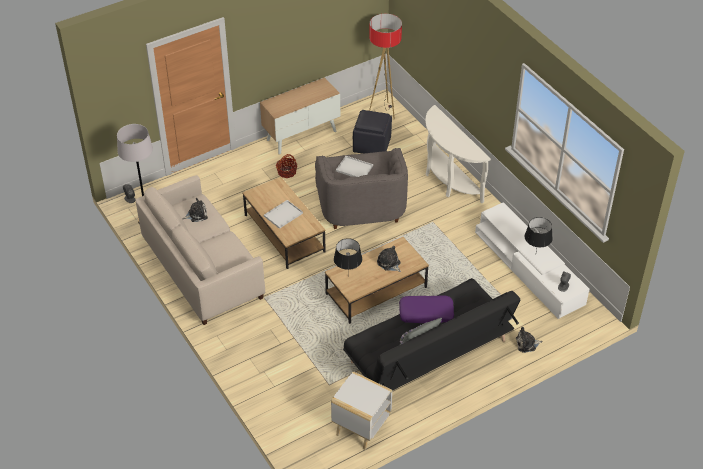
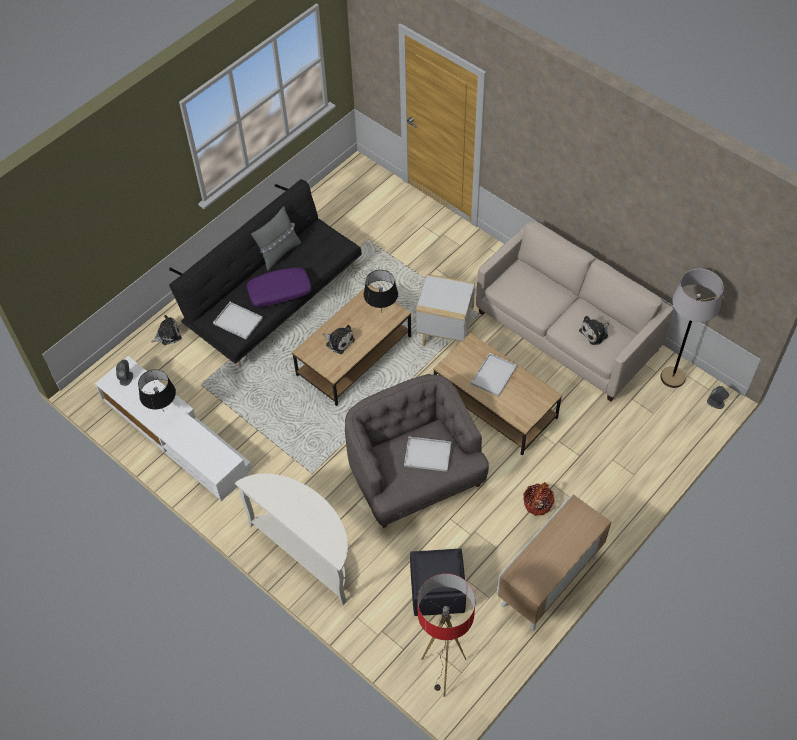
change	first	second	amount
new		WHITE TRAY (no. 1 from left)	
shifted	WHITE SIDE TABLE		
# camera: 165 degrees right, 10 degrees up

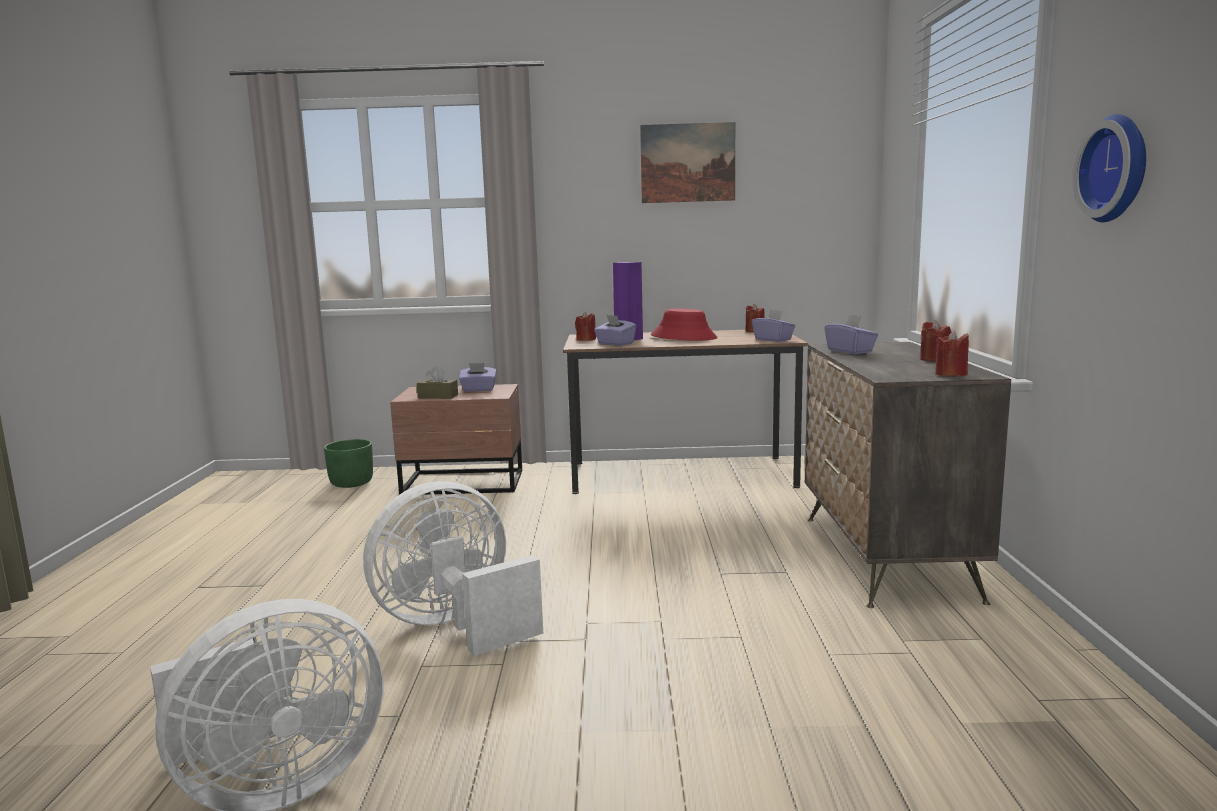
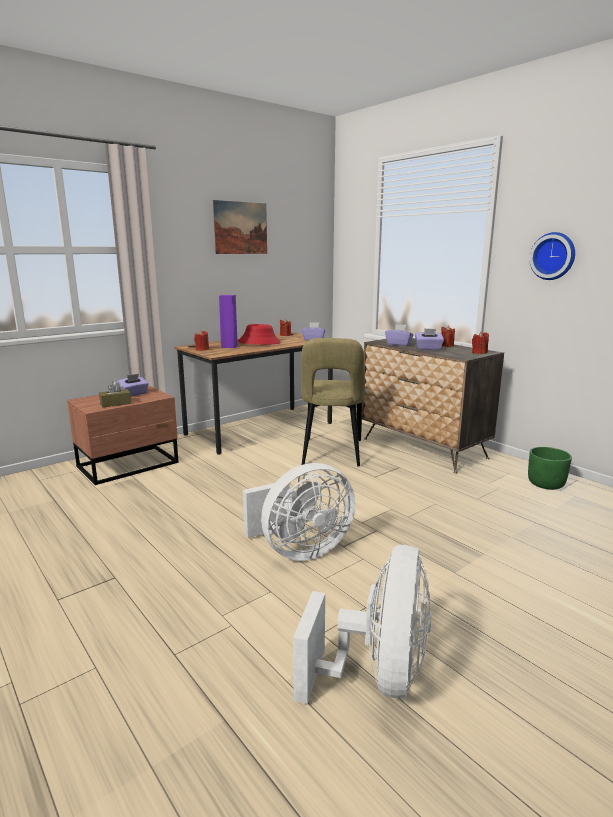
change	first	second	amount
new		BEIGE CHAIR	
shifted	GREEN PLANTER		
shifted	PURPLE TISSUE BOX (no. 2 from left in the first image)	PURPLE TISSUE BOX (no. 4 from left)	
rotated	WHITE FAN (no. 2 from left in the first image)	WHITE FAN (no. 1 from left)	135 degrees counterclockwise
# camera: 40 degrees left, 5 degrees up

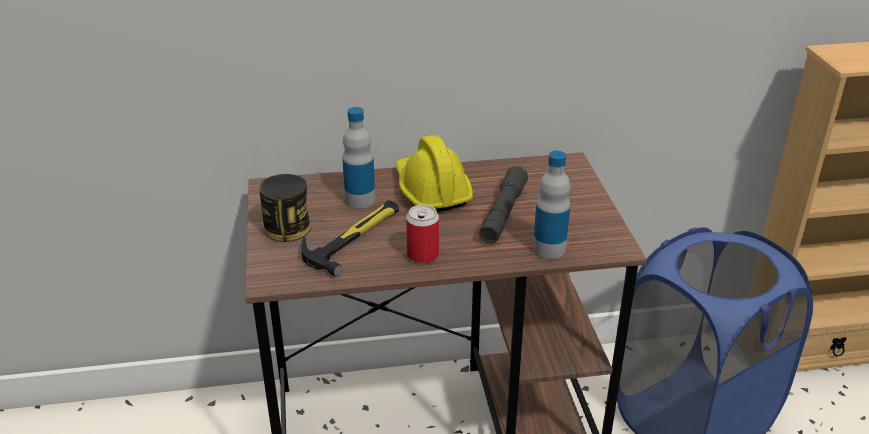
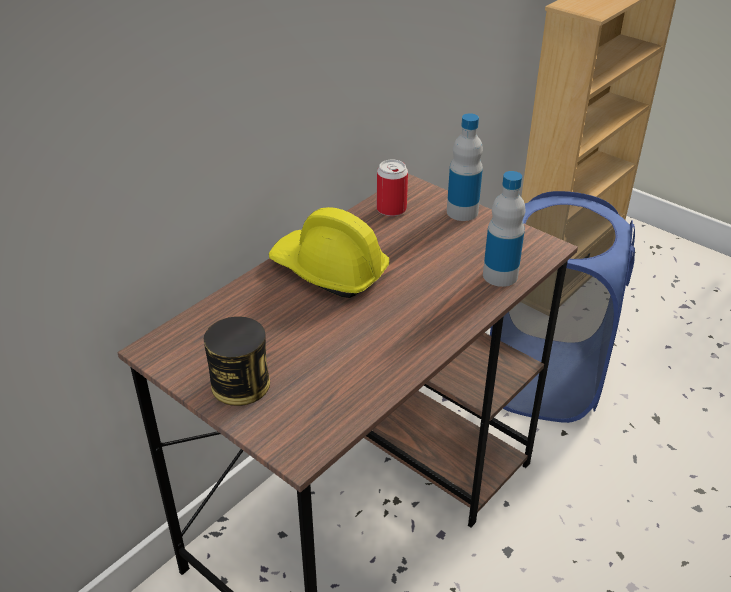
change	first	second	amount
gone	HAMMER		
gone	GREY FLASHLIGHT		
shifted	BOTTLE (no. 1 from left)		
shifted	CAN (no. 2 from left)		
# camera: 40 degrees left, 5 degrees up

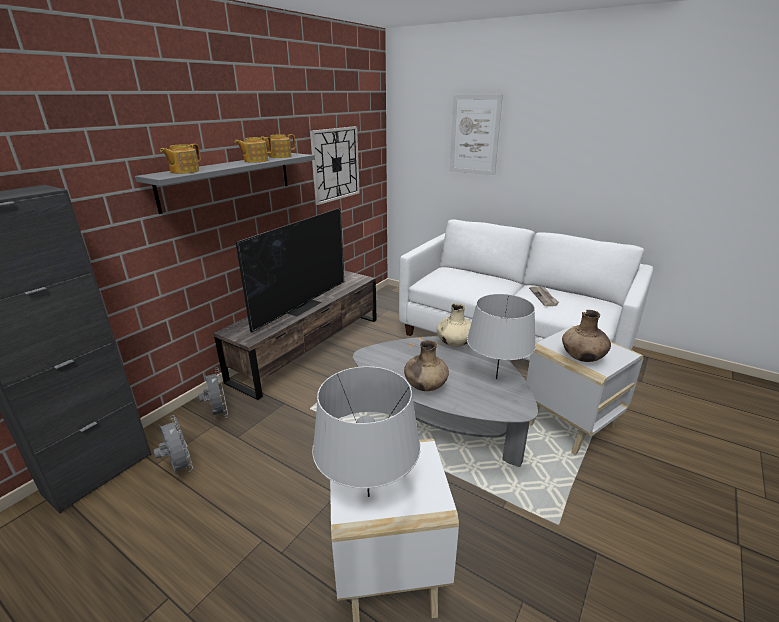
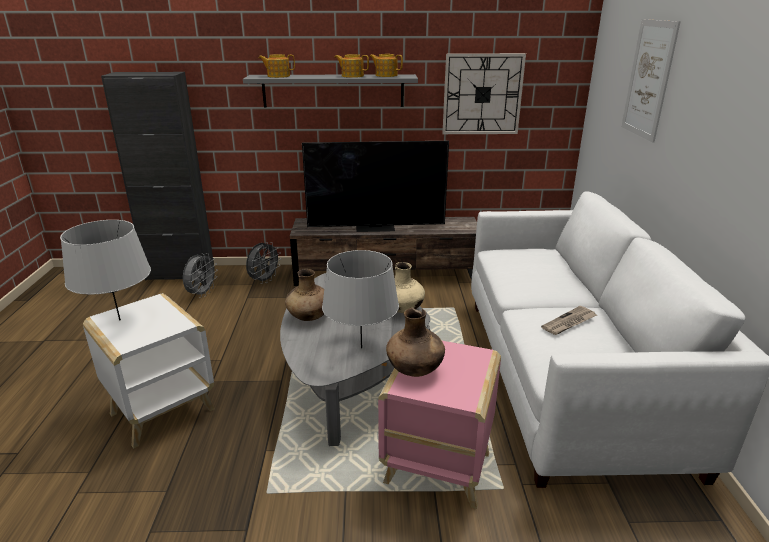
change	first	second	amount
repainted	WHITE SIDE TABLE (no. 2 from left)	PINK SIDE TABLE	
# camera: 55 degrees right, 0 degrees up

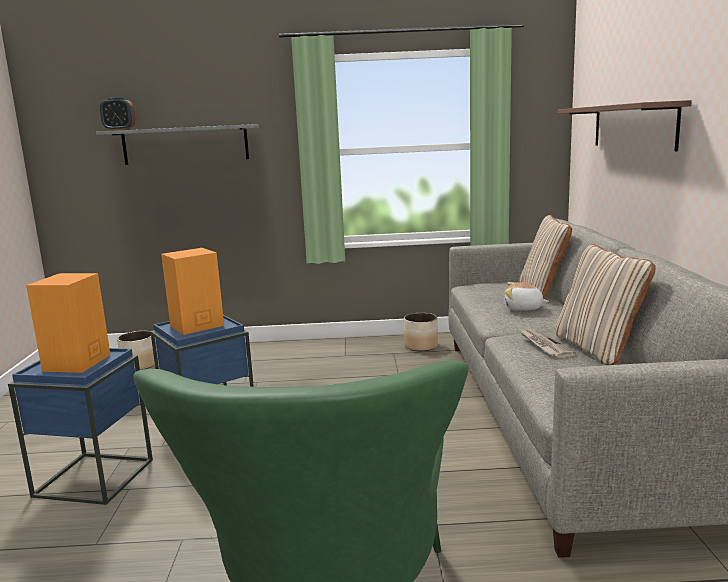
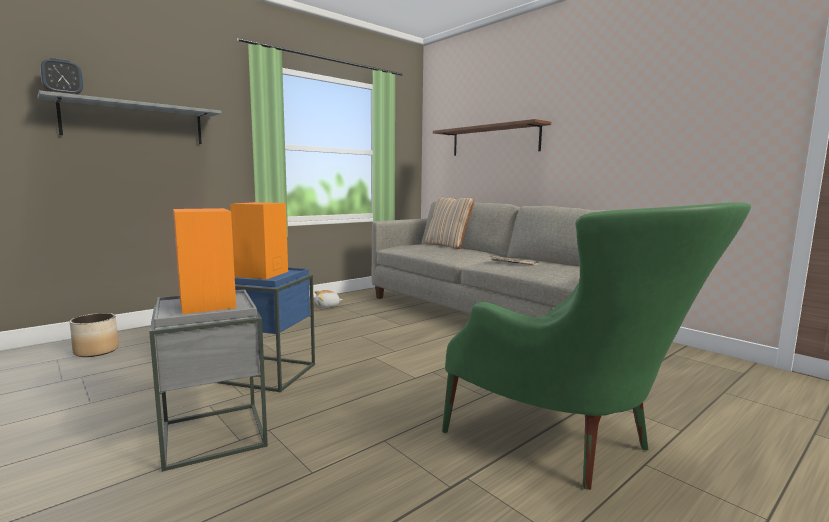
change	first	second	amount
gone	PLANTER (no. 2 from left)		
gone	BEIGE PILLOW (no. 2 from left)		
shifted	PLUSH TOY		
repainted	BLUE SIDE TABLE (no. 1 from left)	GREY SIDE TABLE	
# camera: 40 degrees left, 5 degrees down

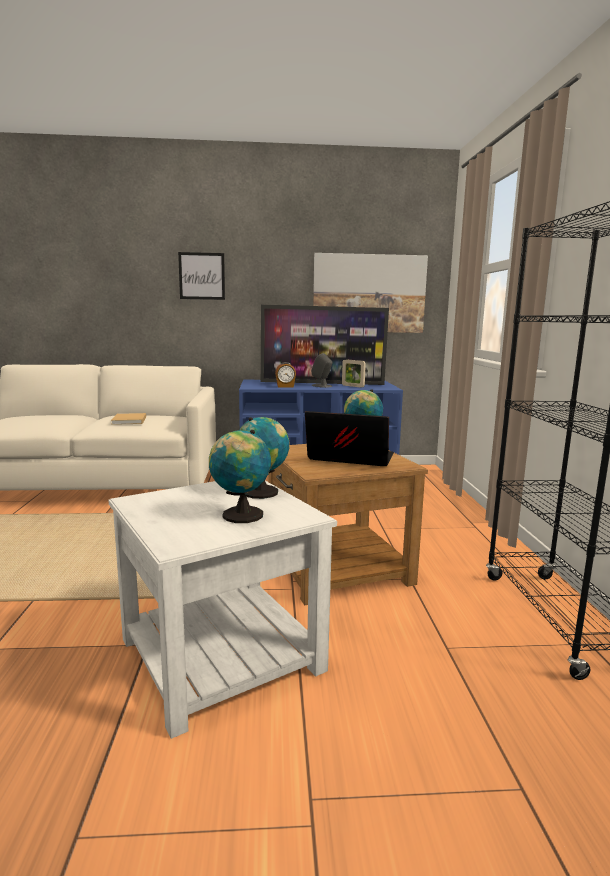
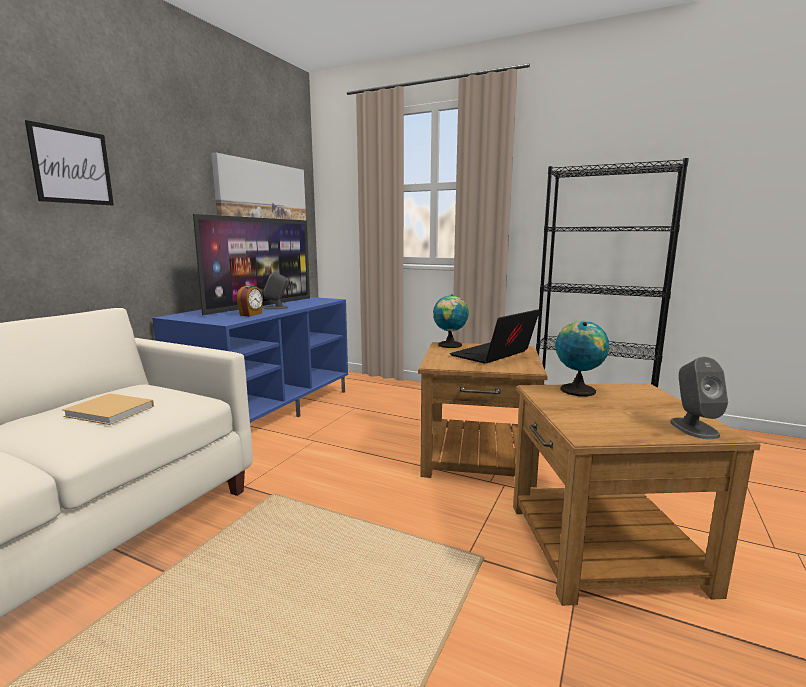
change	first	second	amount
gone	GLOBE (no. 1 from left)		
gone	PICTURE FRAME		
new		GREY SPEAKER (no. 2 from left)	
repainted	WHITE SIDE TABLE	BROWN SIDE TABLE (no. 2 from left)	
# camera: 60 degrees left, 0 degrees up

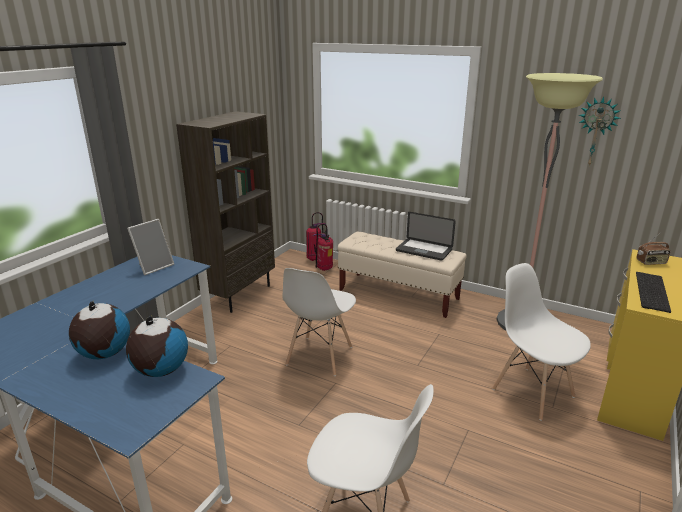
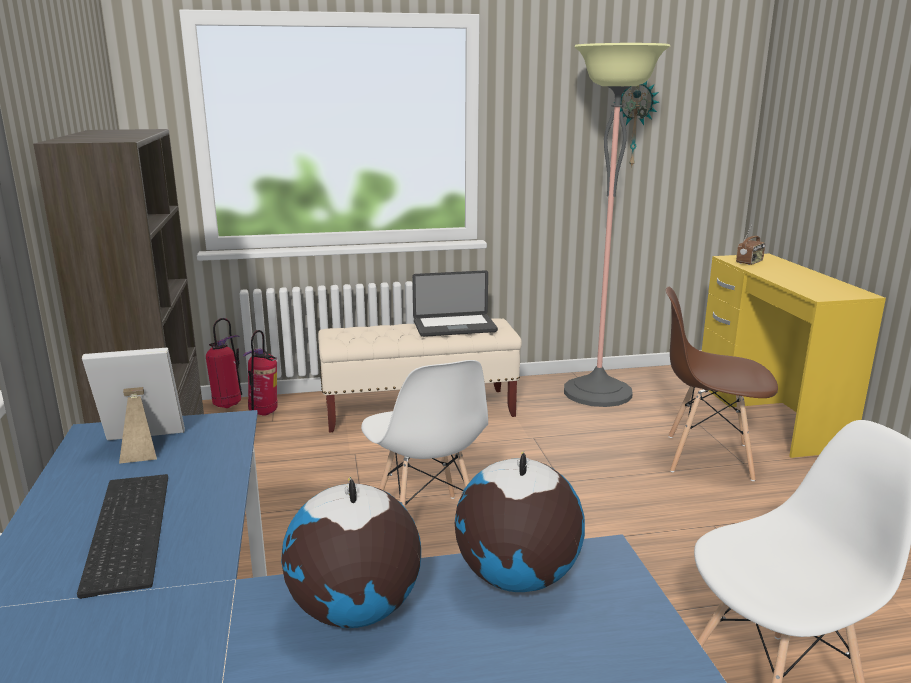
change	first	second	amount
shifted	KEYBOARD		
repainted	WHITE CHAIR (no. 3 from left)	BROWN CHAIR	
rotated	PICTURE FRAME		105 degrees counterclockwise
# camera: 40 degrees left, 5 degrees down

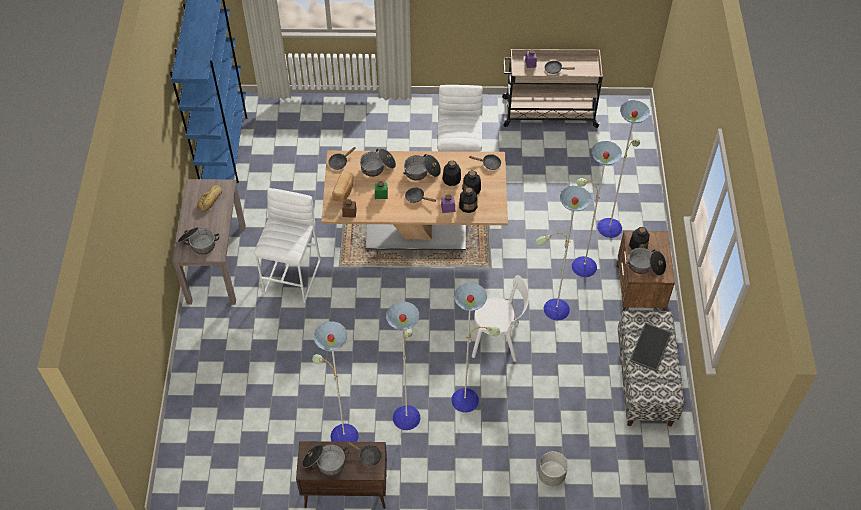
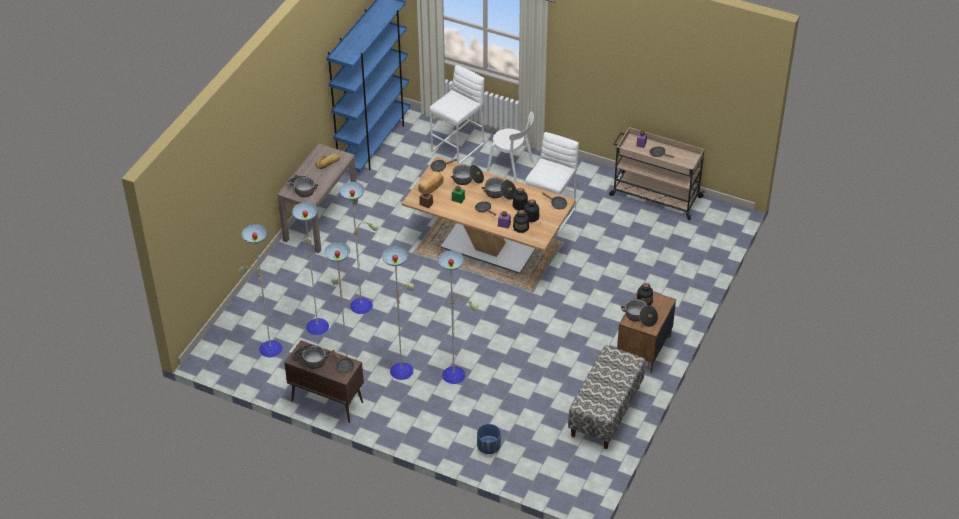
change	first	second	amount
gone	TRAY		
shifted	WHITE STOOL (no. 1 from left)		
shifted	WHITE CHAIR		
shifted	FLOOR LAMP (no. 2 from left in the first image)	FLOOR LAMP (no. 1 from left)	
repainted	GREY PLANTER	BLUE PLANTER	
# camera: 25 degrees right, 10 degrees down

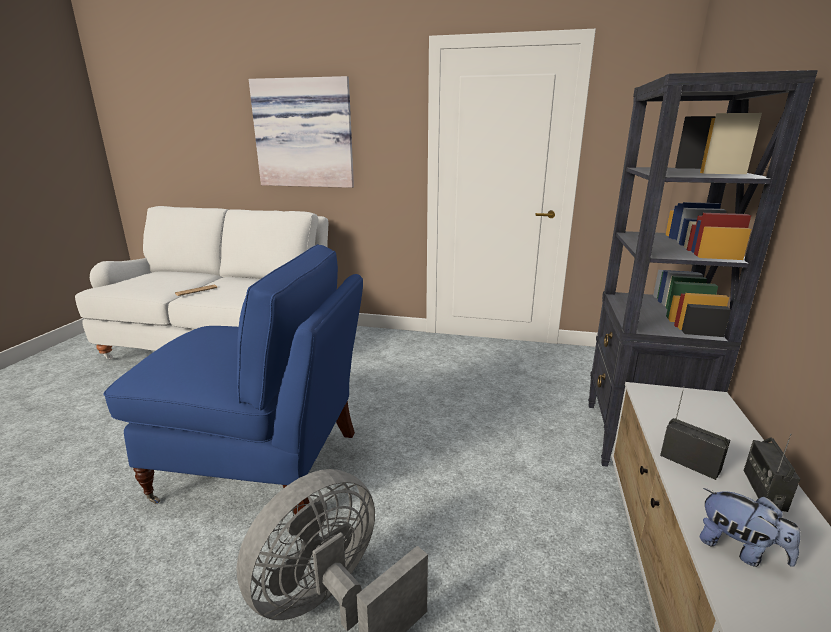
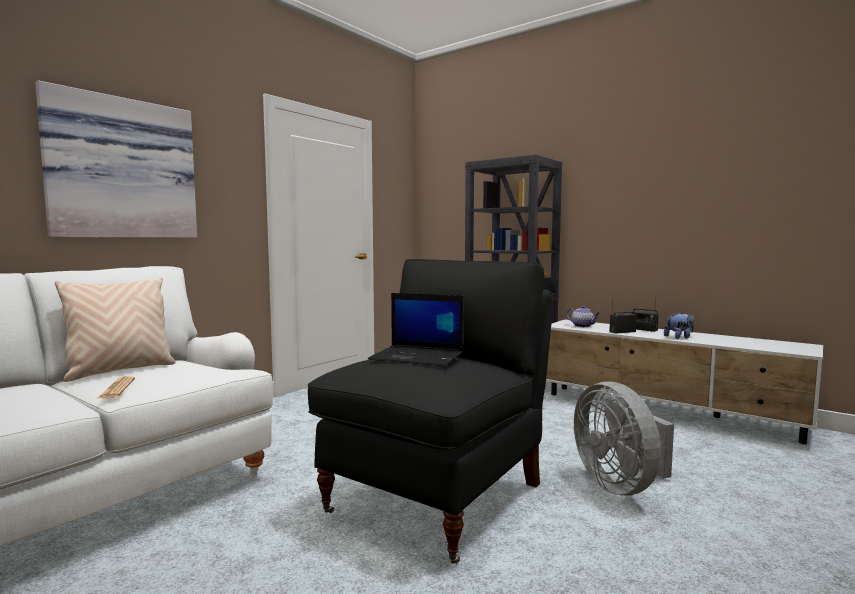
change	first	second	amount
new		BEIGE PILLOW	
new		LAPTOP	
new		TEAPOT	
repainted	BLUE ARMCHAIR	BLACK ARMCHAIR	
# camera: 65 degrees left, 15 degrees down

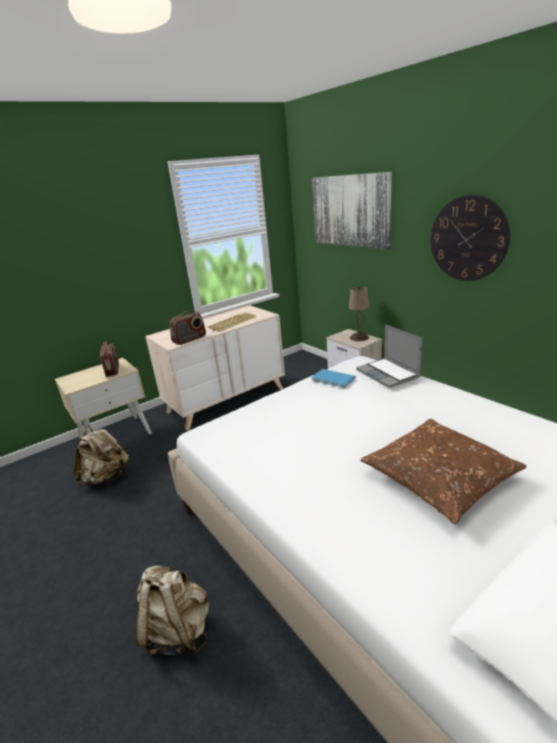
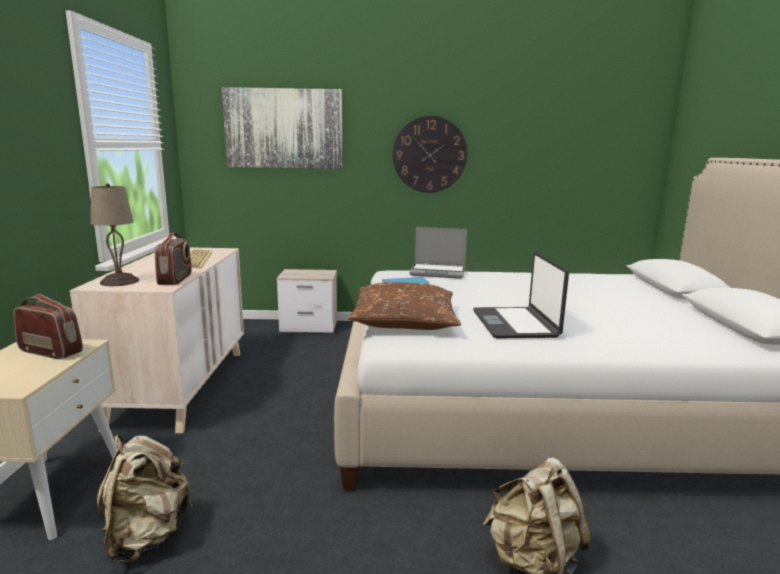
change	first	second	amount
new		LAPTOP (no. 2 from left)	
shifted	BEIGE TABLE LAMP		
shifted	BROWN PILLOW		
# camera: 55 degrees left, 10 degrees down

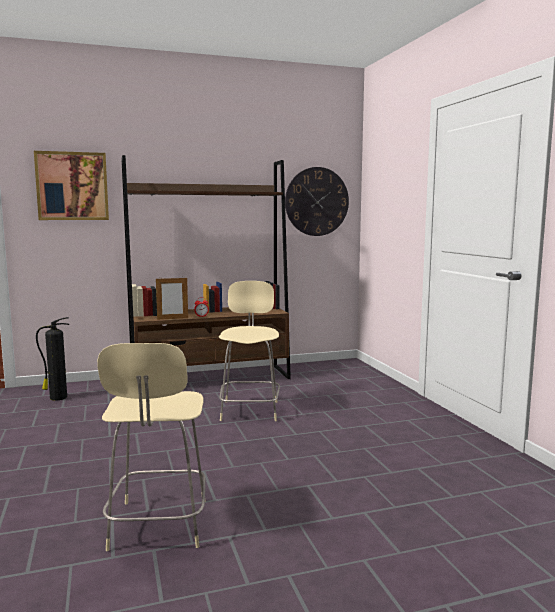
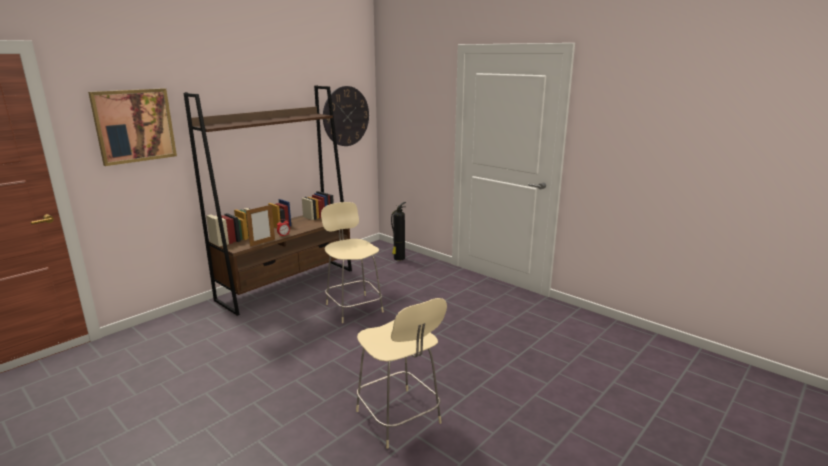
change	first	second	amount
shifted	FIRE EXTINGUISHER		
# camera: 30 degrees left, 10 degrees up

